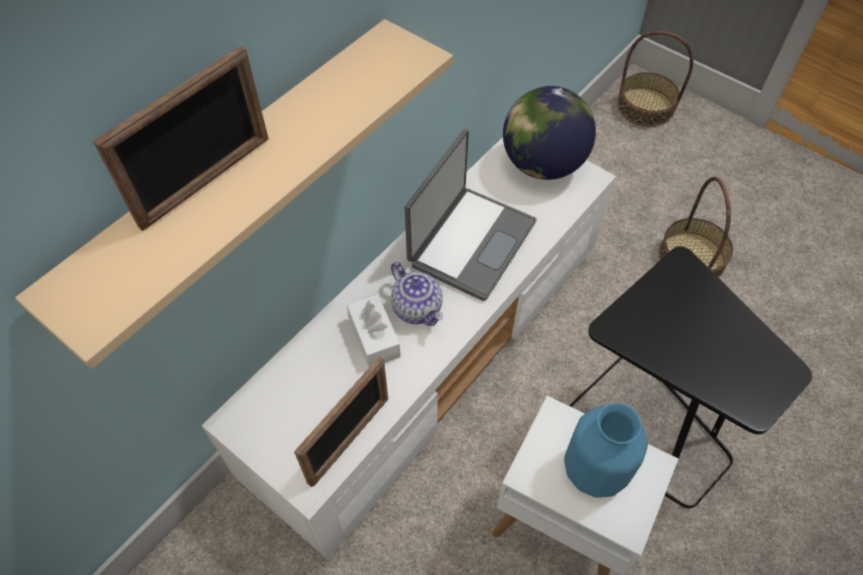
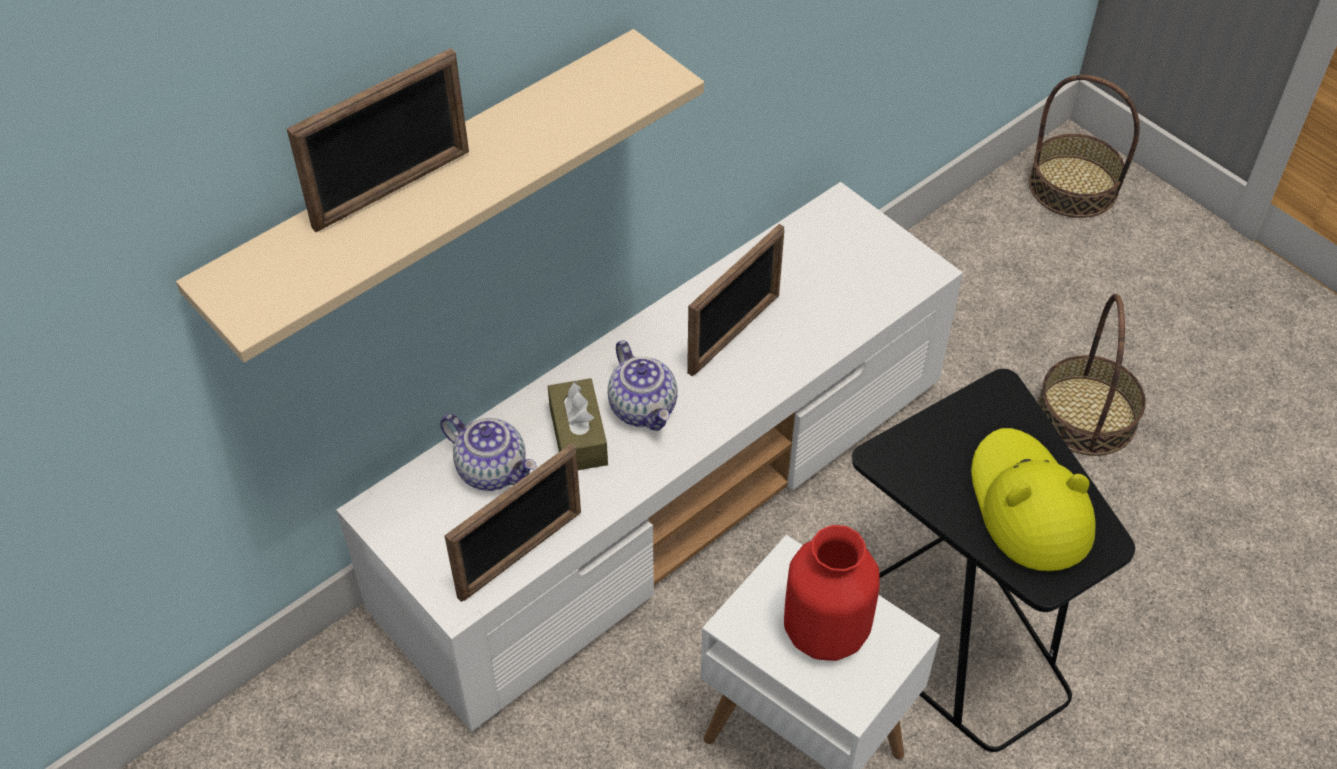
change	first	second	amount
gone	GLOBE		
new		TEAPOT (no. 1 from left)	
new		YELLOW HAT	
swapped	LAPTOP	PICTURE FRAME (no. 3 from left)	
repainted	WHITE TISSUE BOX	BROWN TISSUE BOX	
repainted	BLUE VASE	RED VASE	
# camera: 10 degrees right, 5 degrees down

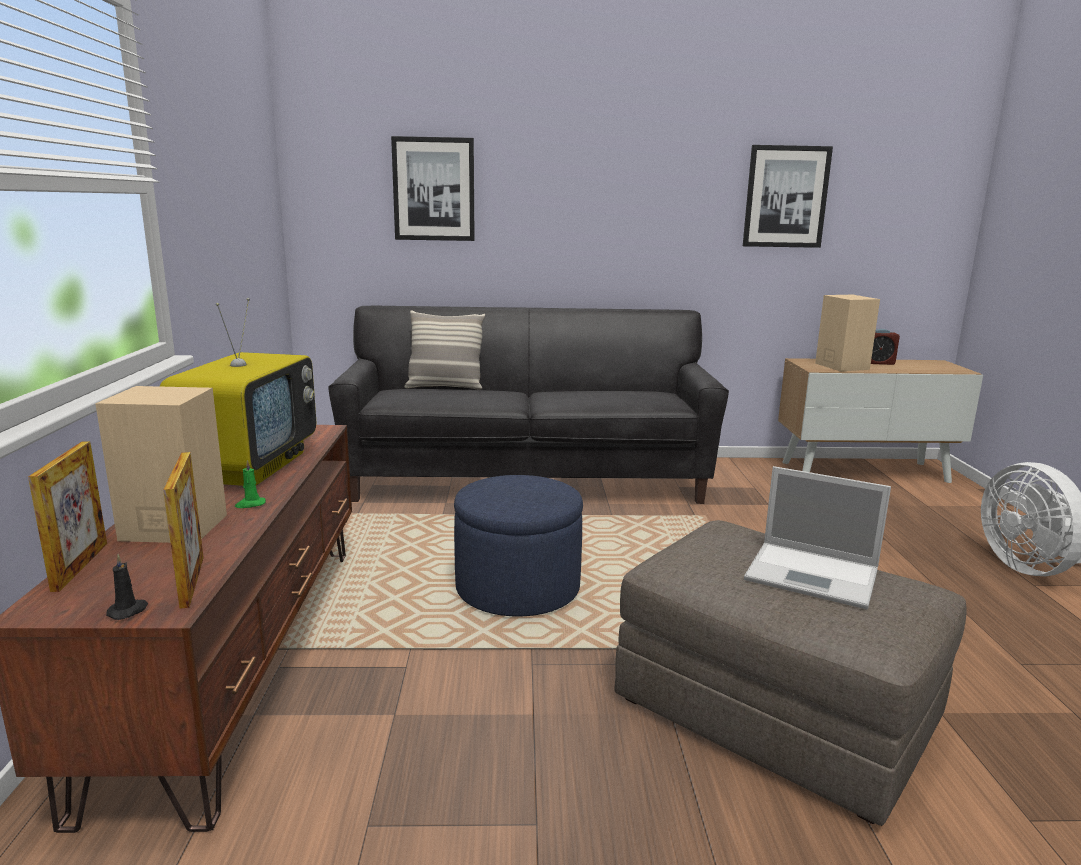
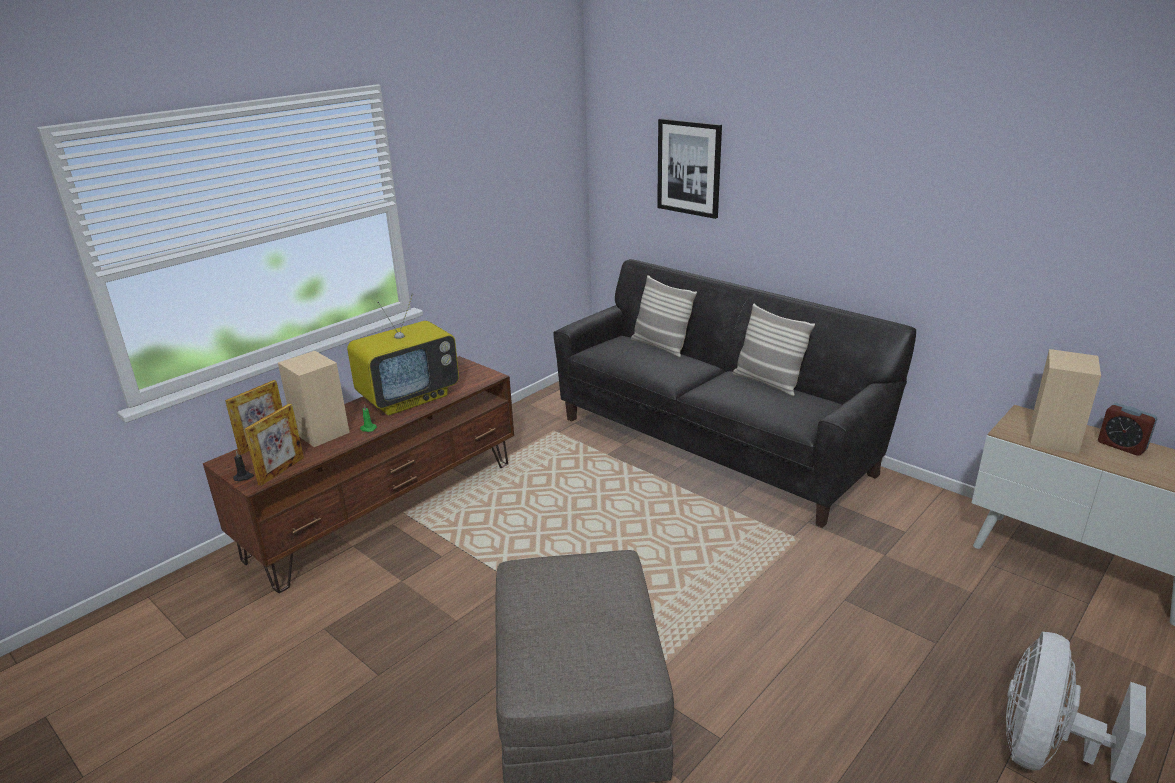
change	first	second	amount
gone	BLUE OTTOMAN		
gone	PICTURE (no. 2 from left)		
gone	LAPTOP		
new		PILLOW (no. 2 from left)	
# camera: 45 degrees right, 10 degrees up

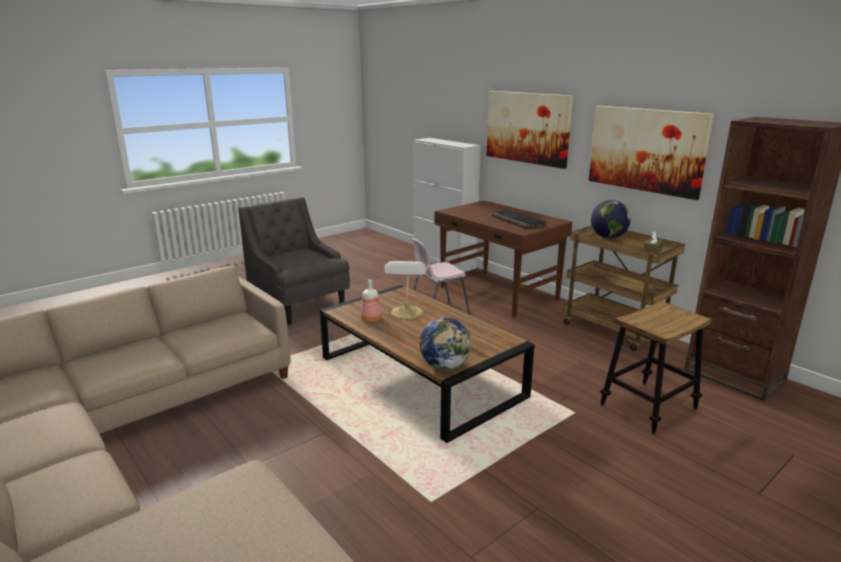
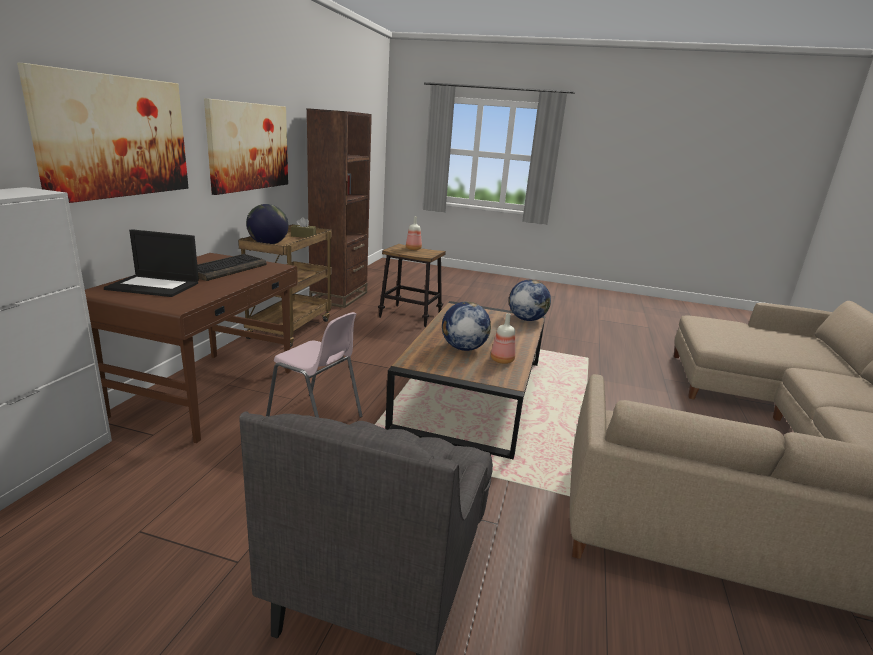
change	first	second	amount
new		LAPTOP	
new		BOTTLE (no. 1 from left)	
swapped	TABLE LAMP	GLOBE (no. 2 from left)	
# camera: 125 degrees left, 0 degrees up

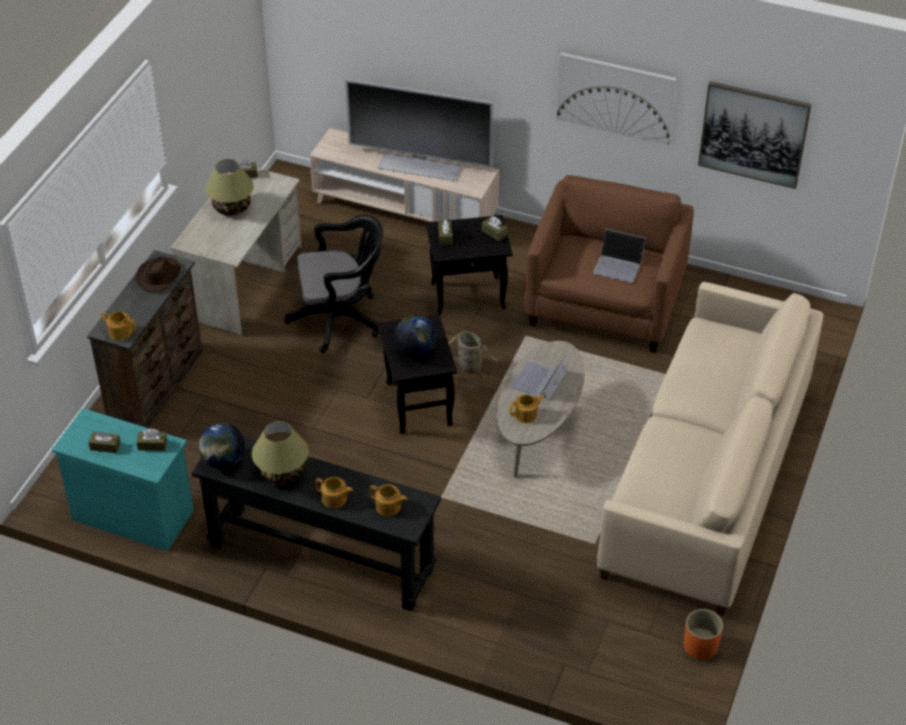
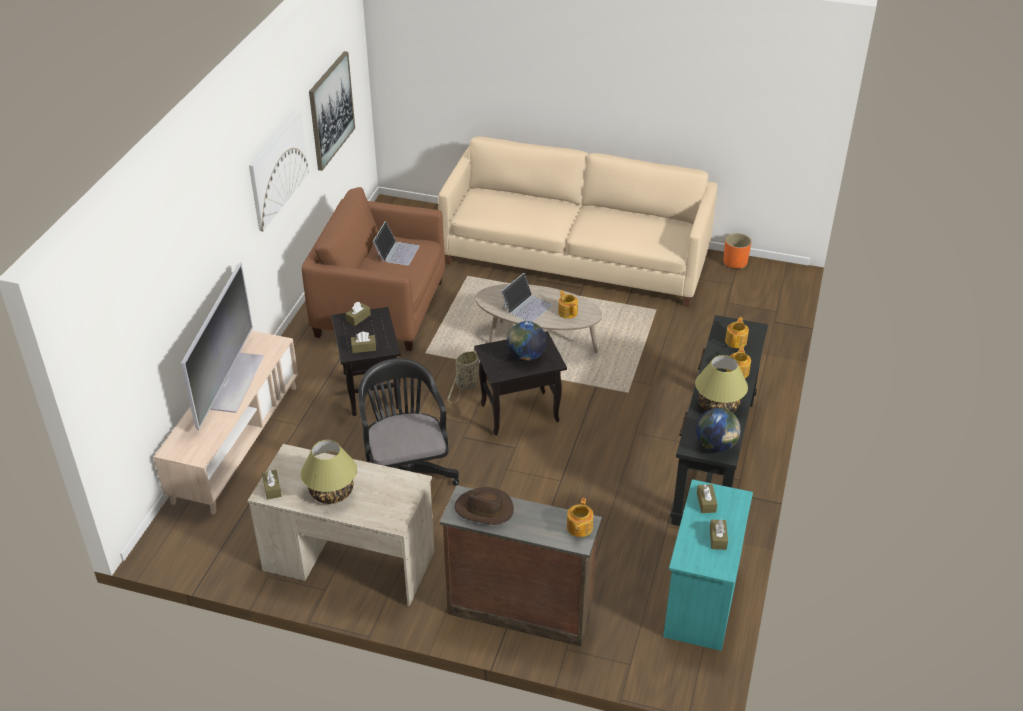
change	first	second	amount
rotated	LAPTOP (no. 1 from left in the first image)	LAPTOP (no. 2 from left)	75 degrees counterclockwise
# camera: 95 degrees left, 5 degrees down

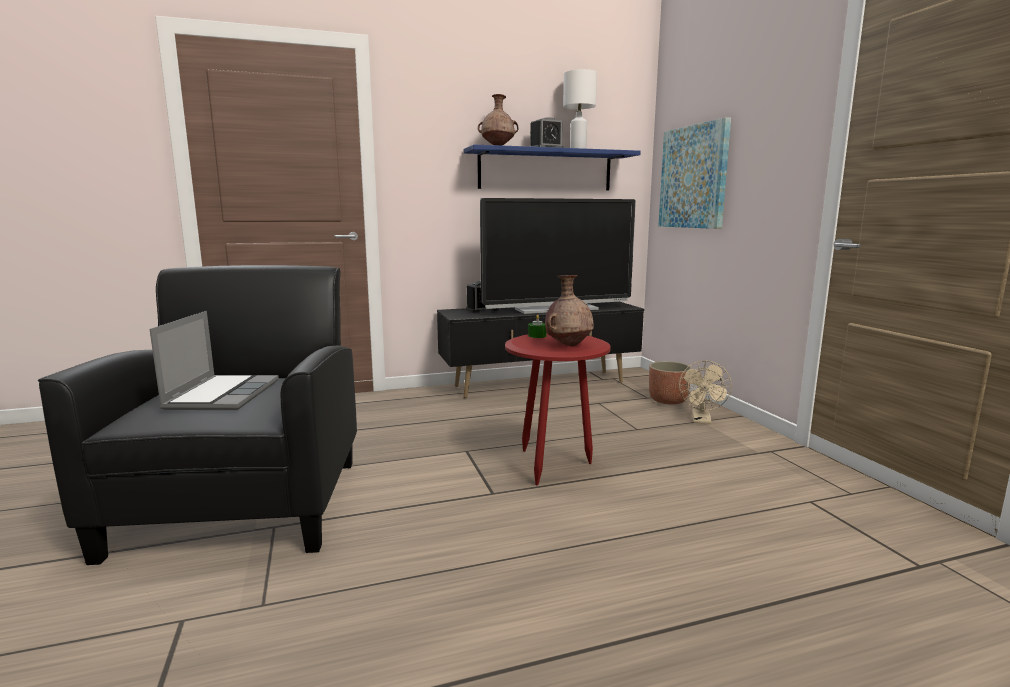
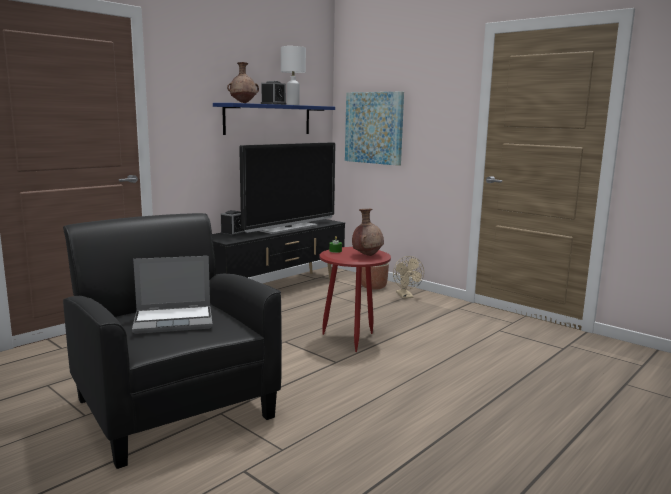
change	first	second	amount
rotated	LAPTOP		105 degrees clockwise
# camera: 30 degrees left, 0 degrees up

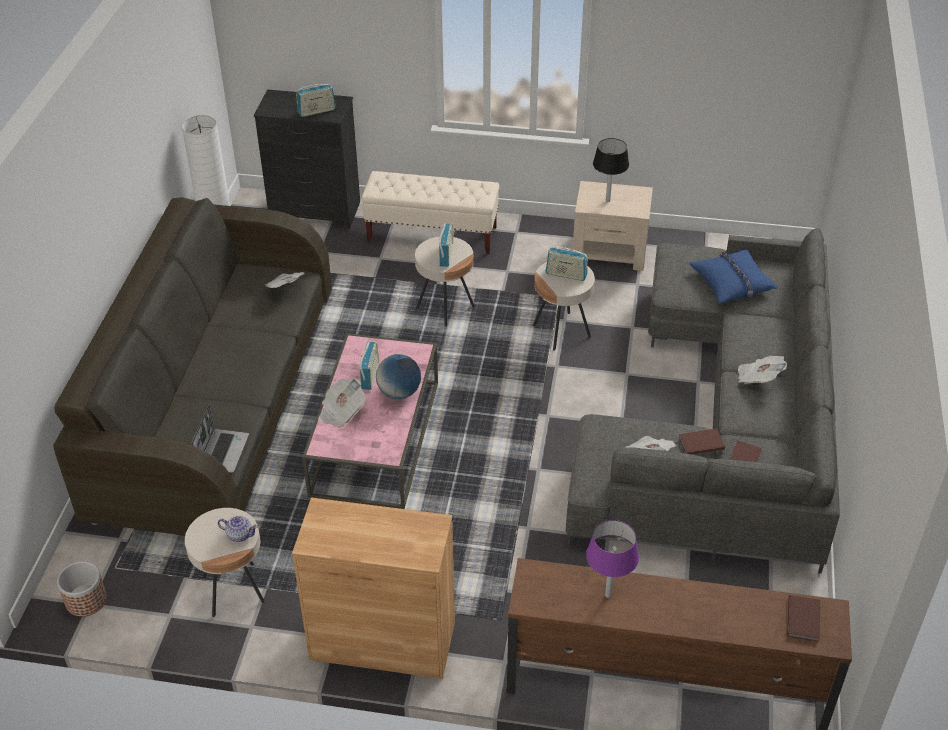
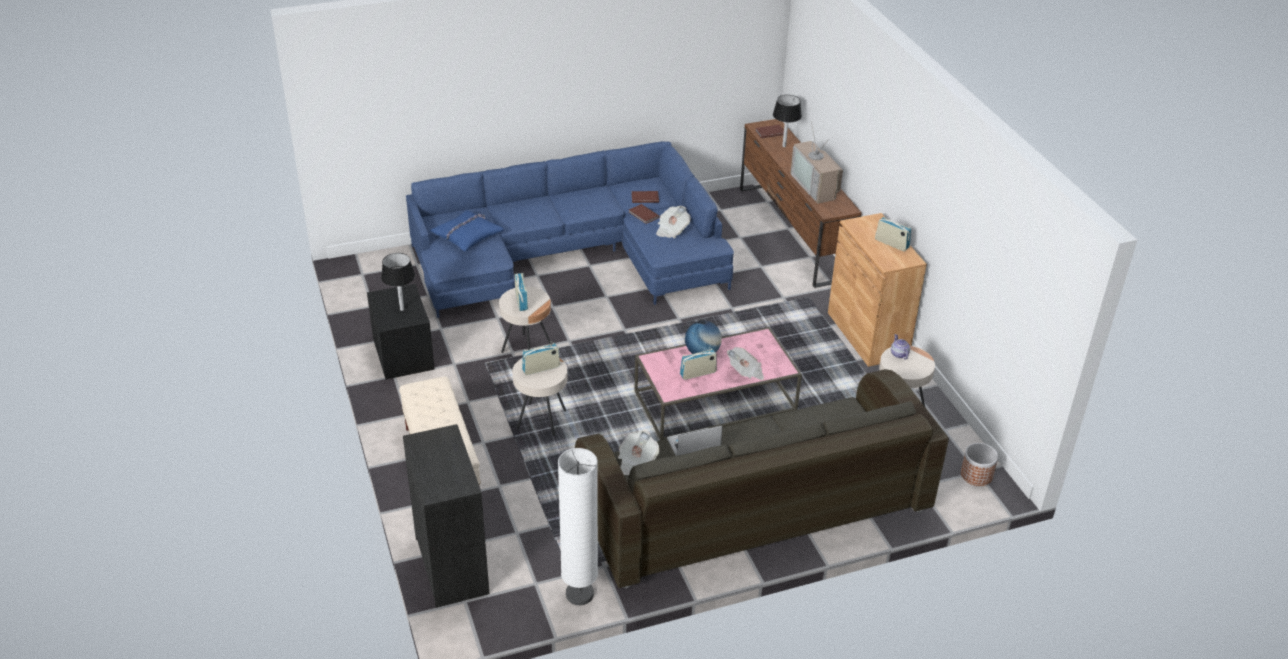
change	first	second	amount
gone	NEWSPAPER (no. 4 from left)		
new		BLACK TABLE LAMP (no. 2 from left)	
shifted	LAPTOP		
shifted	RADIO (no. 1 from left in the first image)	RADIO (no. 4 from left)	
swapped	PURPLE TABLE LAMP	TELEVISION	
repainted	GREY SOFA (no. 2 from left)	BLUE SOFA	
repainted	BEIGE NIGHTSTAND	BLACK NIGHTSTAND	
# camera: 120 degrees left, 5 degrees down

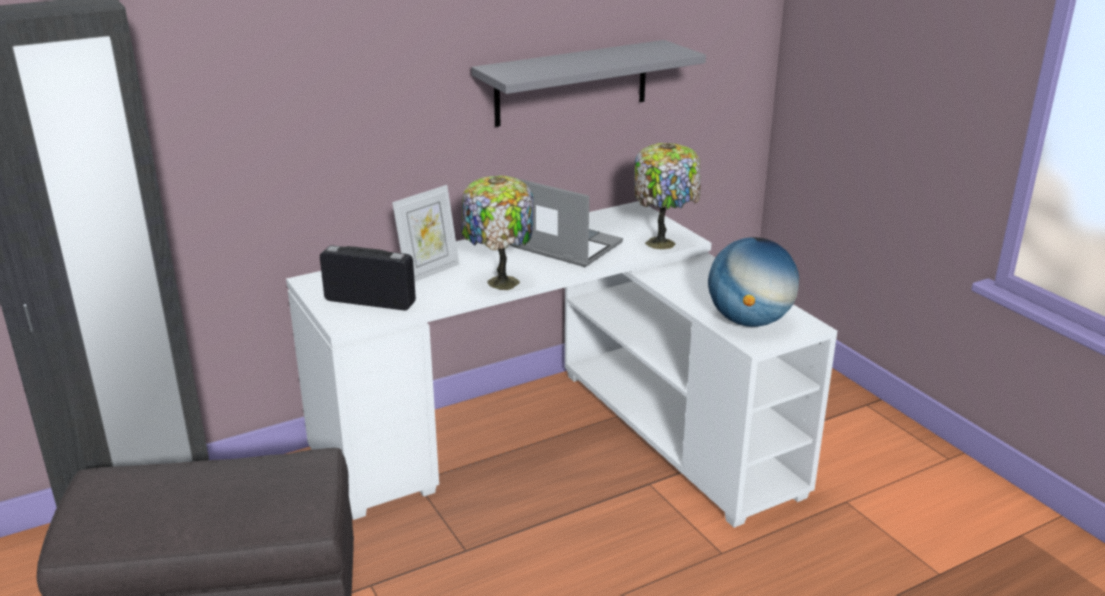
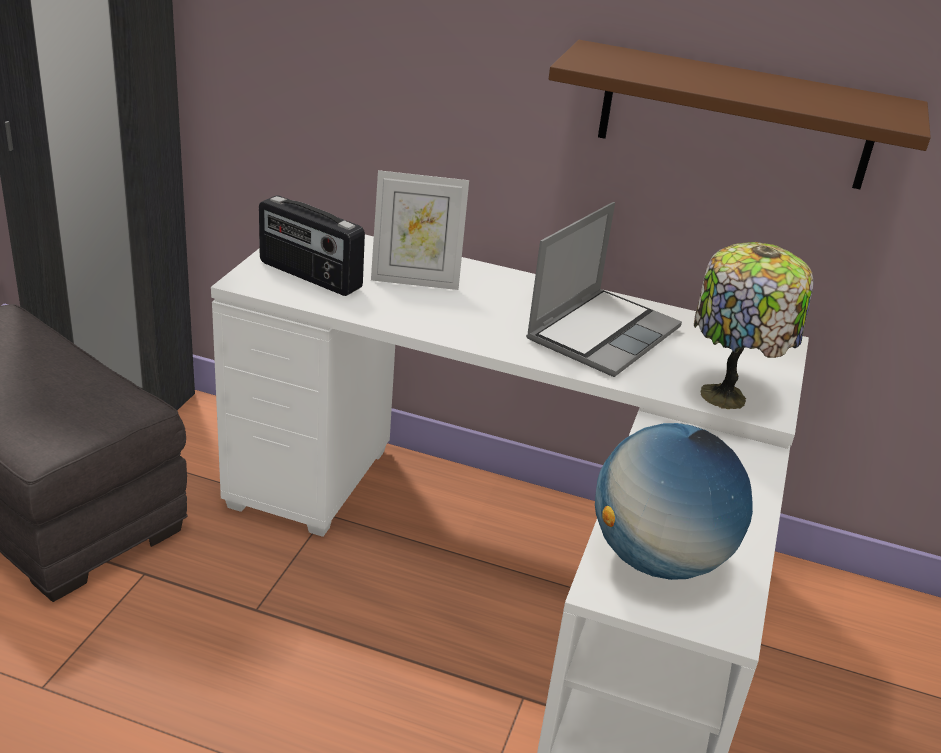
change	first	second	amount
gone	TABLE LAMP (no. 1 from left)		
repainted	GREY SHELF	BROWN SHELF	
rotated	RADIO		150 degrees clockwise
rotated	LAPTOP		45 degrees clockwise
# camera: 45 degrees right, 5 degrees up

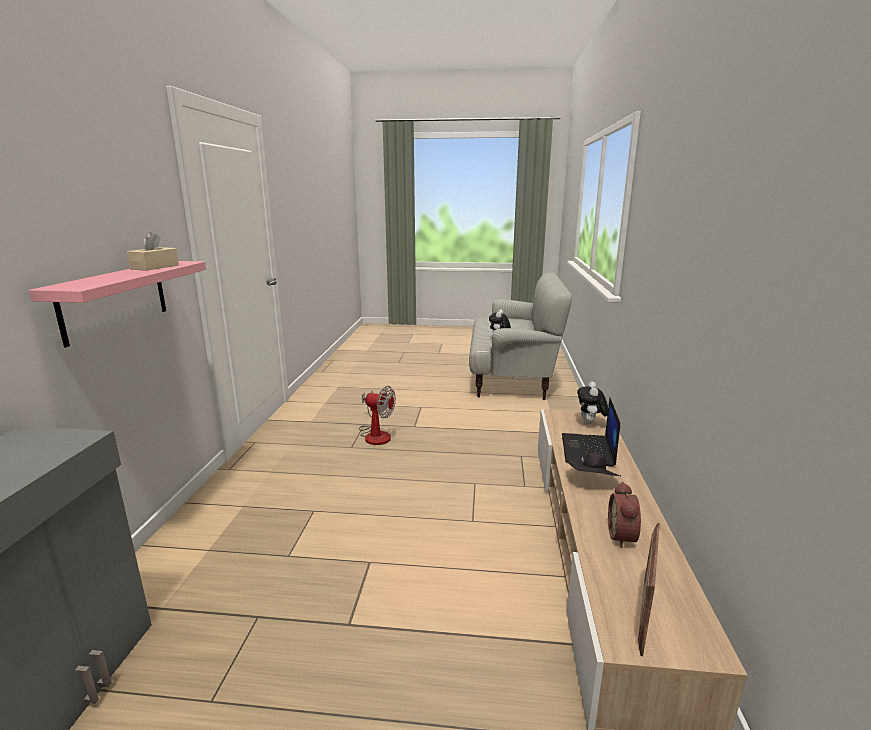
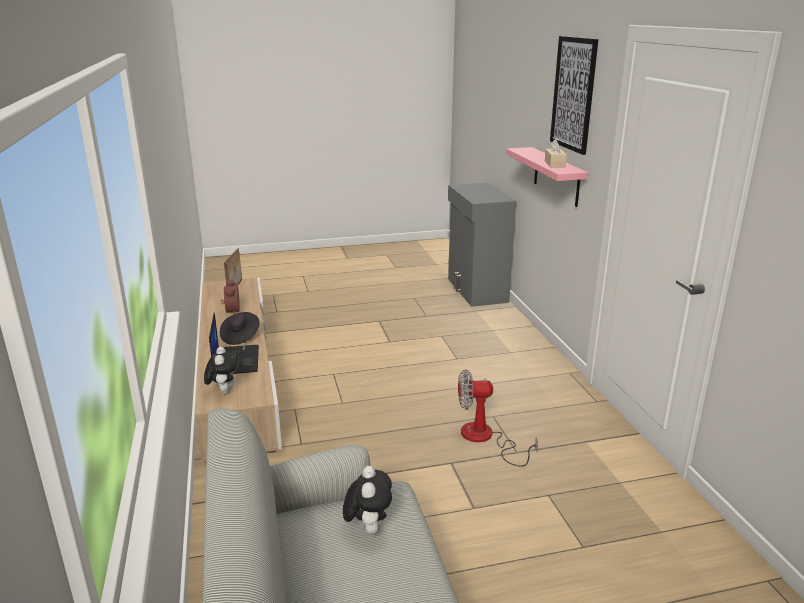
change	first	second	amount
new		PICTURE	
# camera: 160 degrees right, 5 degrees up

